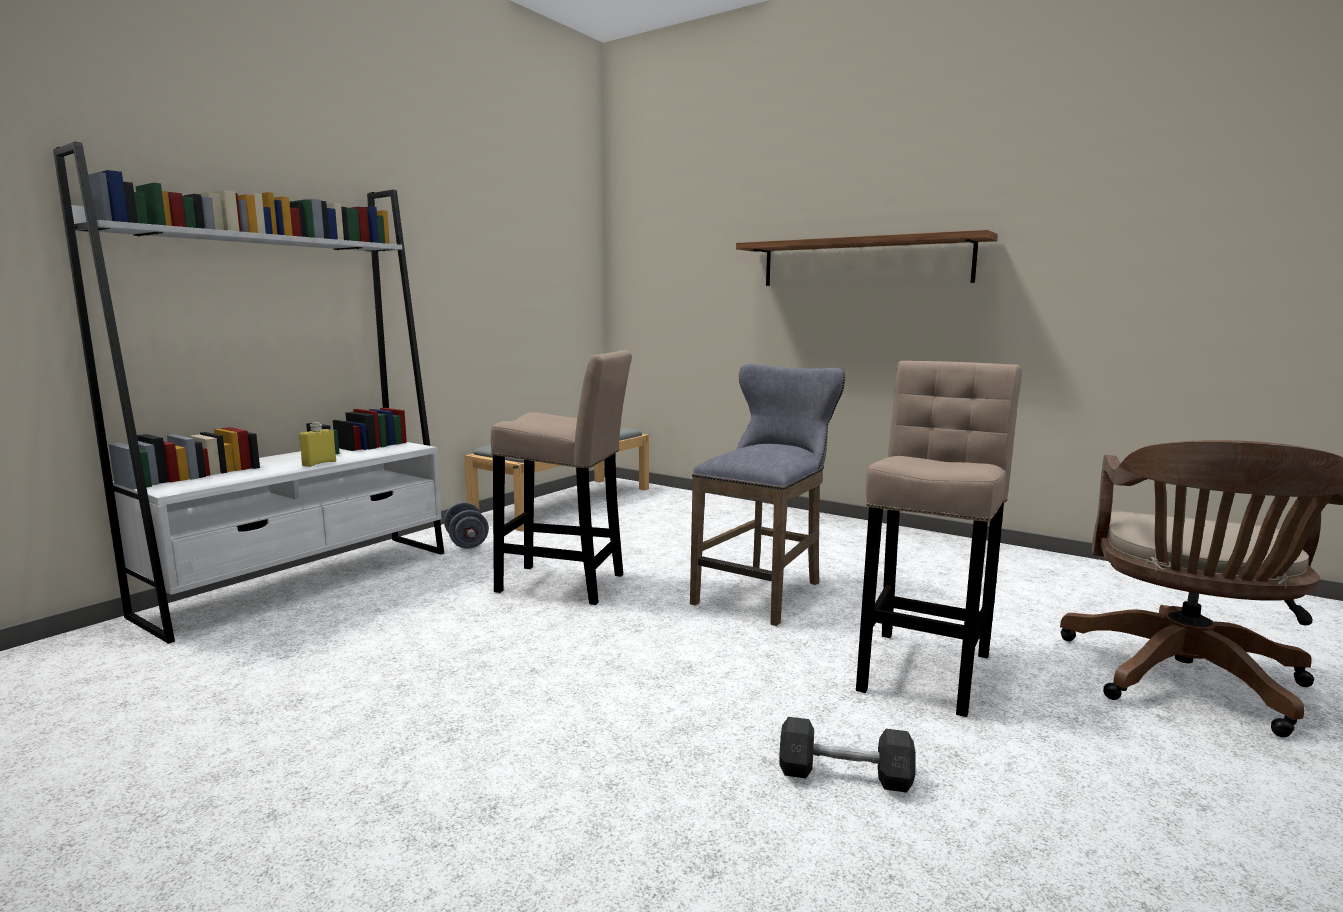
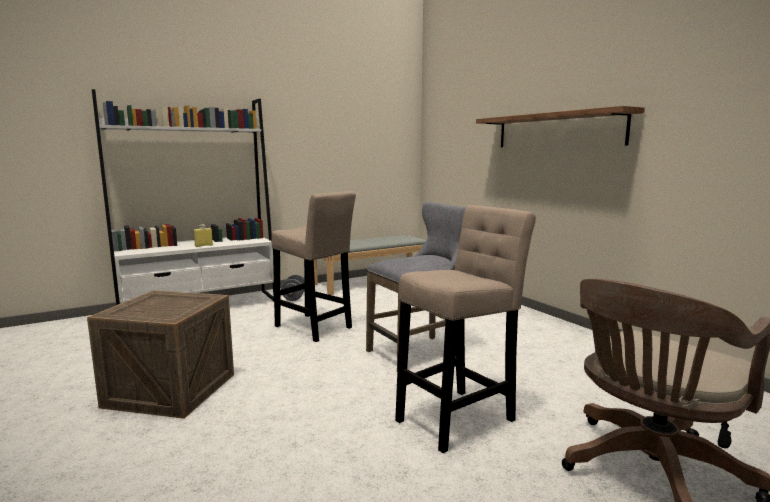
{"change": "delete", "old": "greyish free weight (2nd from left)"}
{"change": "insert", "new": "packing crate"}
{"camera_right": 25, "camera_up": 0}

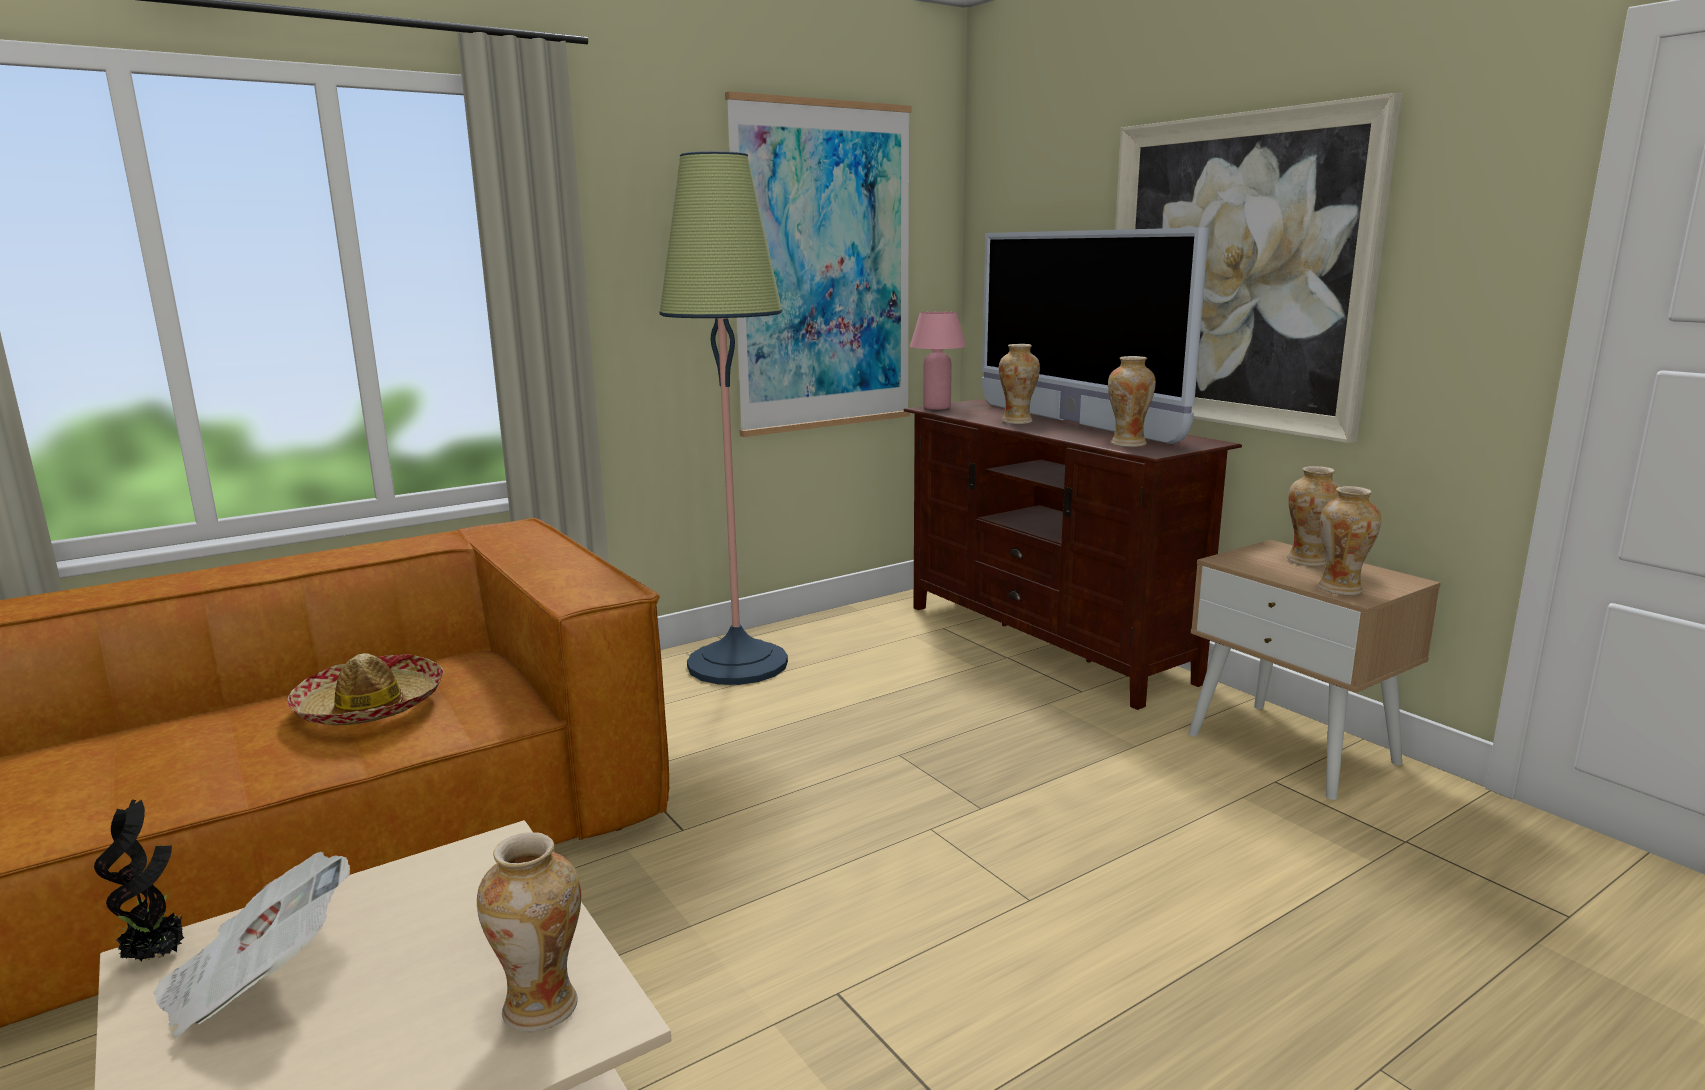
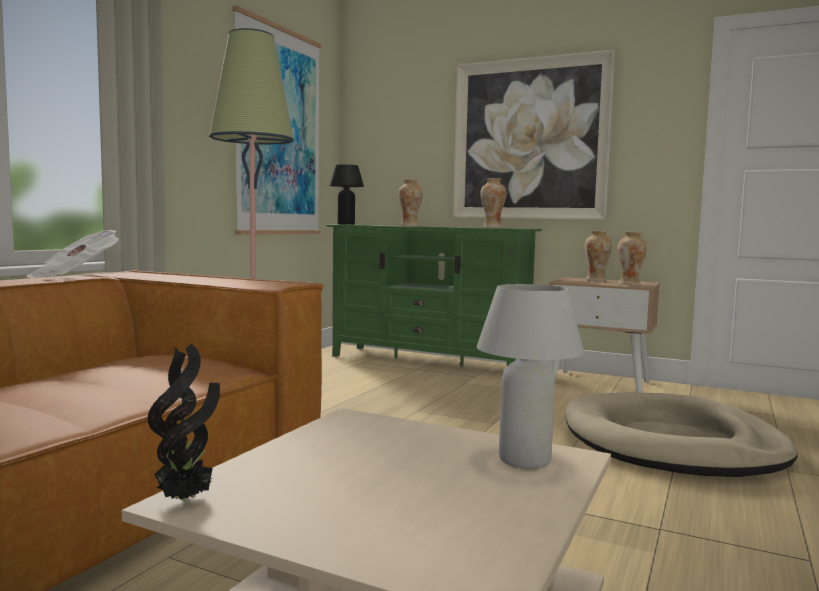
{"change": "delete", "old": "TV set"}
{"change": "recolor", "old": "pink-coloured table lamp", "new": "black table lamp"}
{"change": "recolor", "old": "brown media console", "new": "greenish media console"}
{"change": "delete", "old": "clothing hat"}
{"change": "replace", "old": "decorative vase (1st from left)", "new": "white-coloured table lamp"}
{"change": "move", "old": "daily paper"}
{"change": "insert", "new": "beige pet bed"}
{"camera_right": -30, "camera_up": -10}

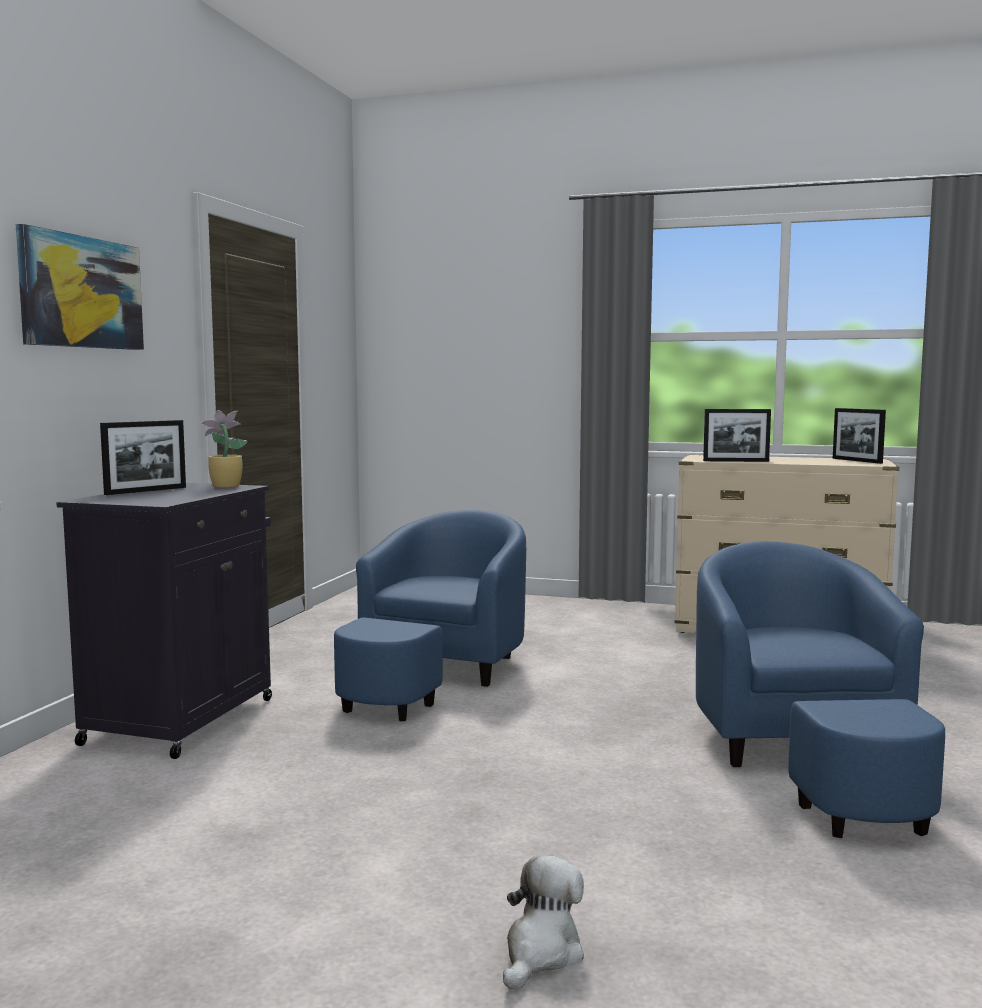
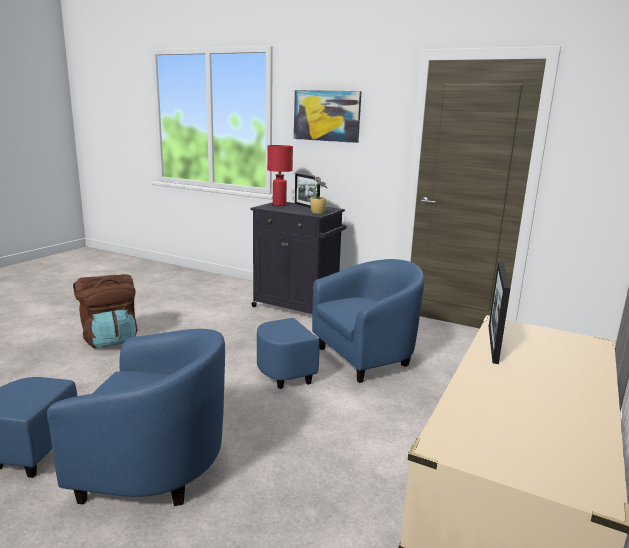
{"change": "delete", "old": "standing frame (3rd from left)"}
{"change": "rotate", "old": "blue-coloured lounge chair (1st from left in the first image)", "degrees": -60}
{"change": "delete", "old": "soft toy"}
{"change": "insert", "new": "red table lamp"}
{"change": "insert", "new": "brown rucksack"}
{"camera_right": 100, "camera_up": 10}

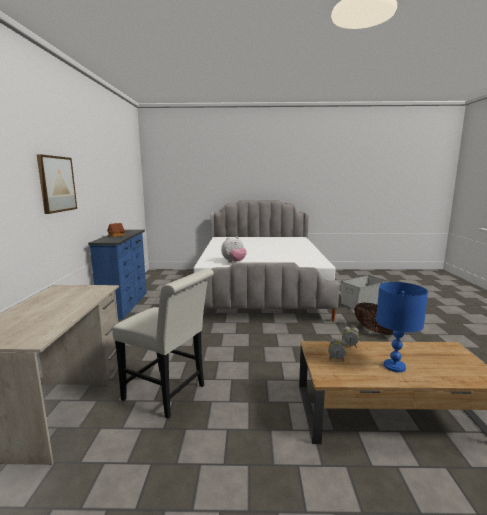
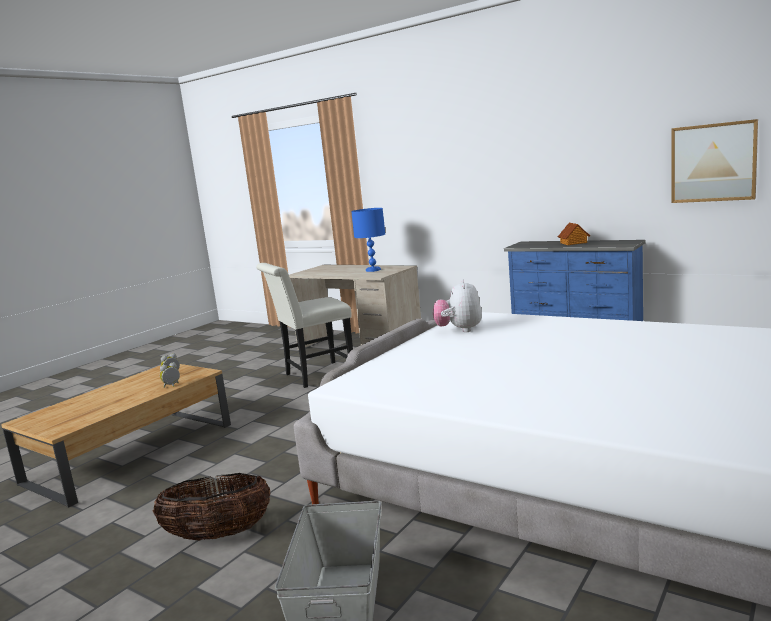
{"change": "move", "old": "wall art"}
{"change": "move", "old": "blue-coloured table lamp"}
{"camera_right": 125, "camera_up": 0}

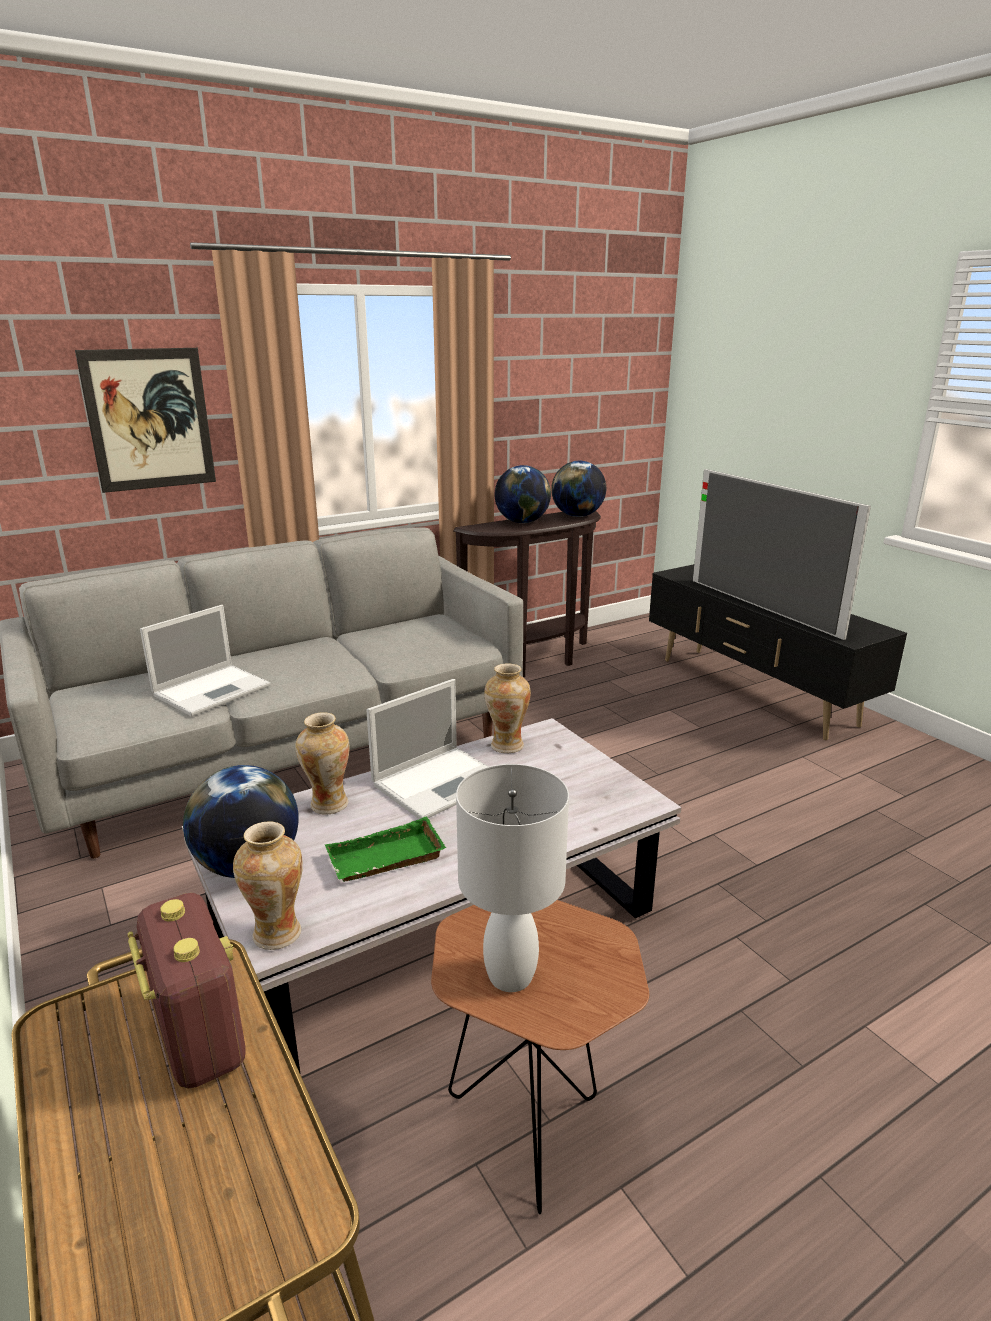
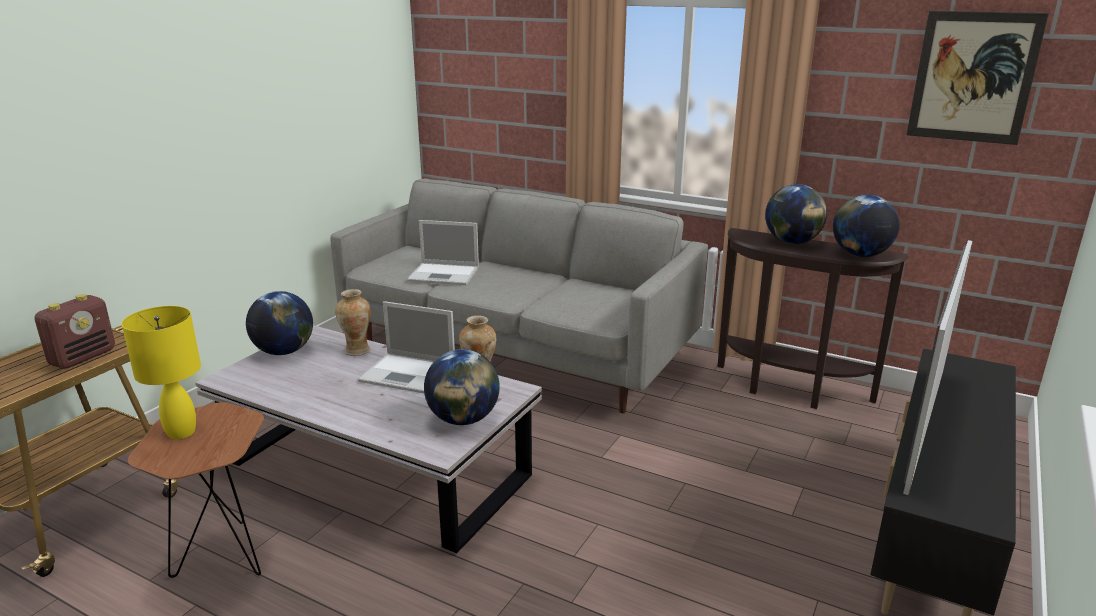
{"change": "move", "old": "wall art"}
{"change": "recolor", "old": "white-coloured table lamp", "new": "yellowish table lamp"}
{"change": "delete", "old": "greenish tray"}
{"change": "delete", "old": "decorative vase (1st from left)"}
{"change": "insert", "new": "globe (2nd from left)"}
{"camera_right": 60, "camera_up": 0}

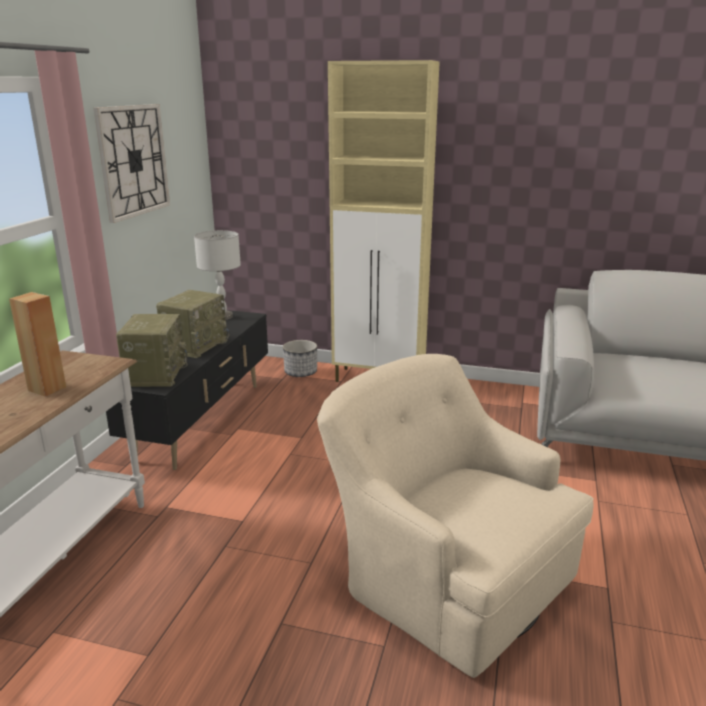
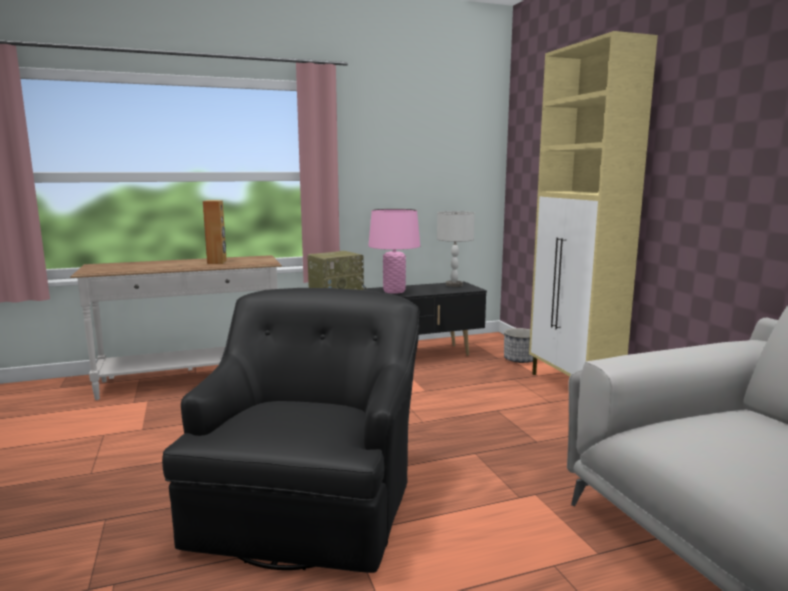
{"change": "delete", "old": "clock on the wall"}
{"change": "replace", "old": "radio receiver (2nd from left)", "new": "pink-coloured table lamp"}
{"change": "recolor", "old": "beige lounge chair", "new": "black lounge chair"}
{"camera_right": 55, "camera_up": -10}

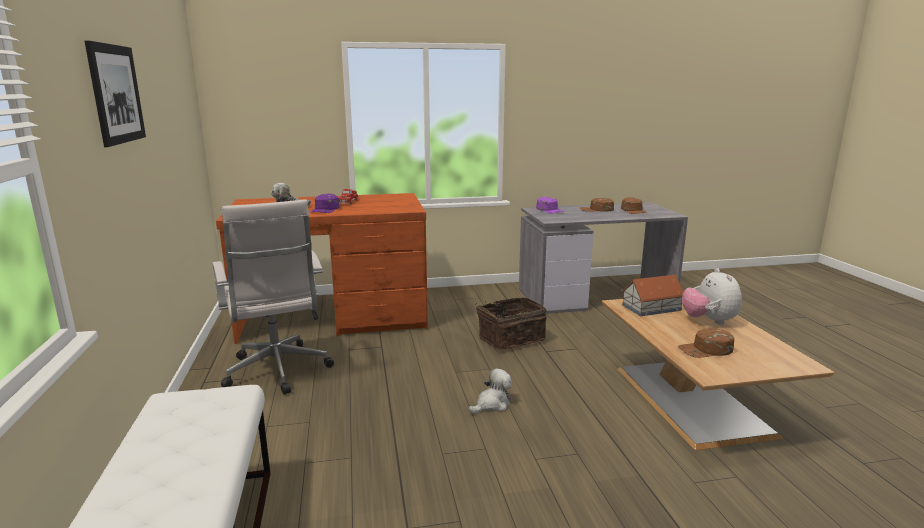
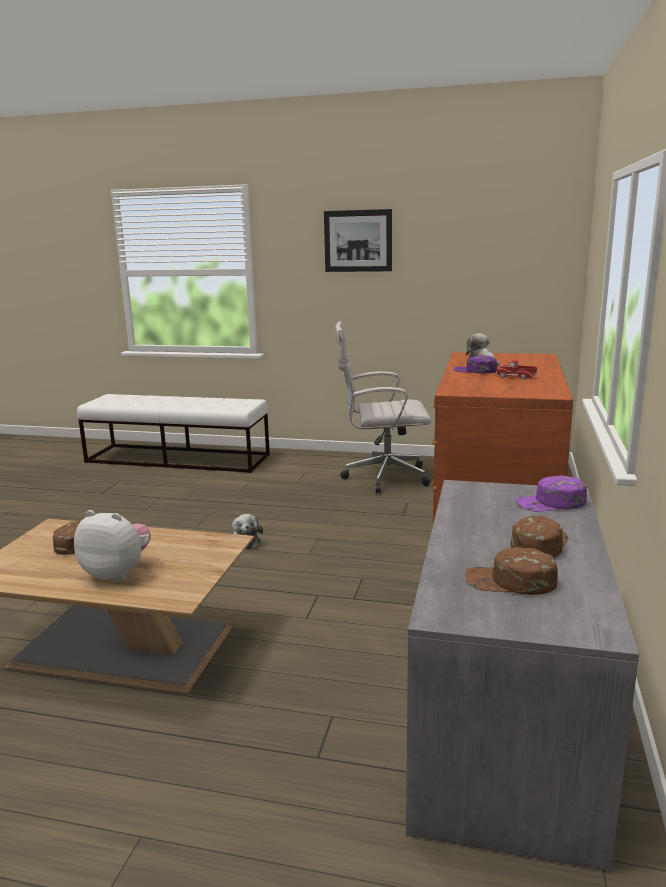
{"change": "delete", "old": "toy house"}
{"change": "delete", "old": "household basket"}
{"camera_right": 115, "camera_up": 0}

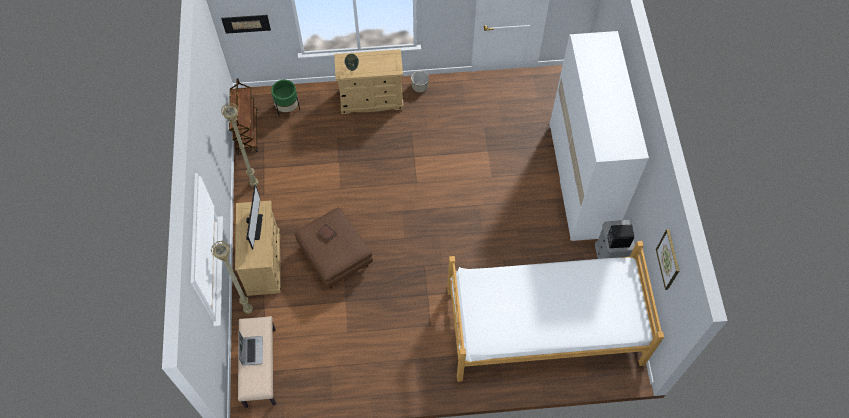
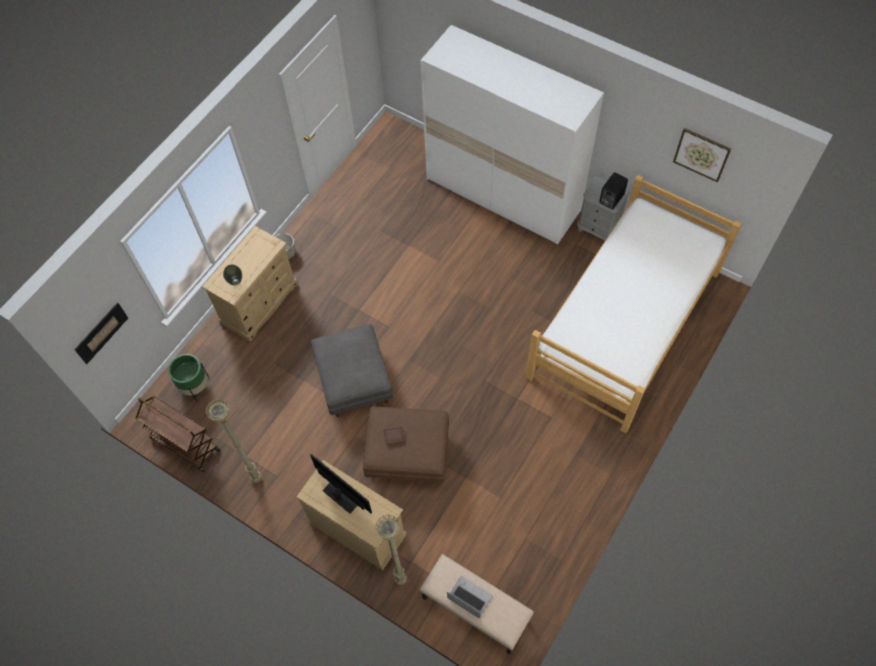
{"change": "insert", "new": "greyish footrest"}
{"camera_right": -50, "camera_up": 0}

